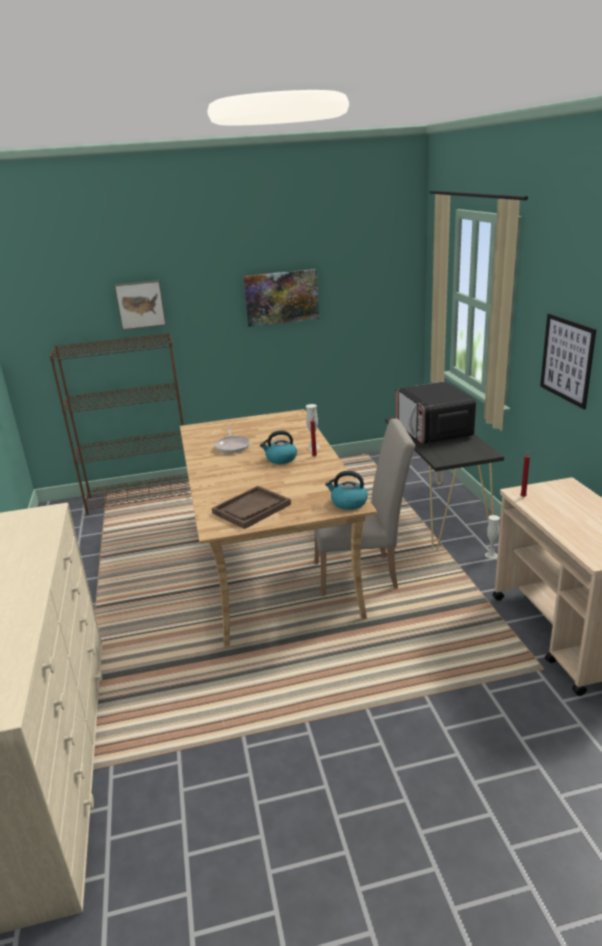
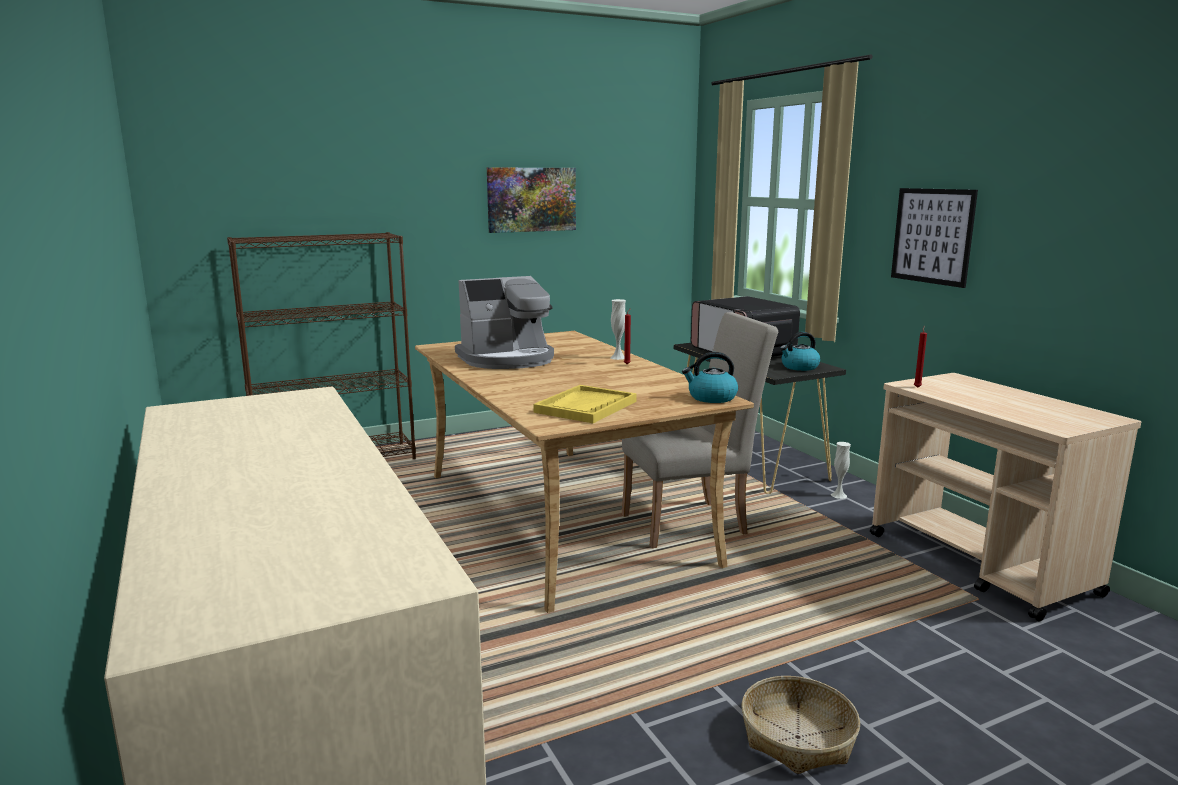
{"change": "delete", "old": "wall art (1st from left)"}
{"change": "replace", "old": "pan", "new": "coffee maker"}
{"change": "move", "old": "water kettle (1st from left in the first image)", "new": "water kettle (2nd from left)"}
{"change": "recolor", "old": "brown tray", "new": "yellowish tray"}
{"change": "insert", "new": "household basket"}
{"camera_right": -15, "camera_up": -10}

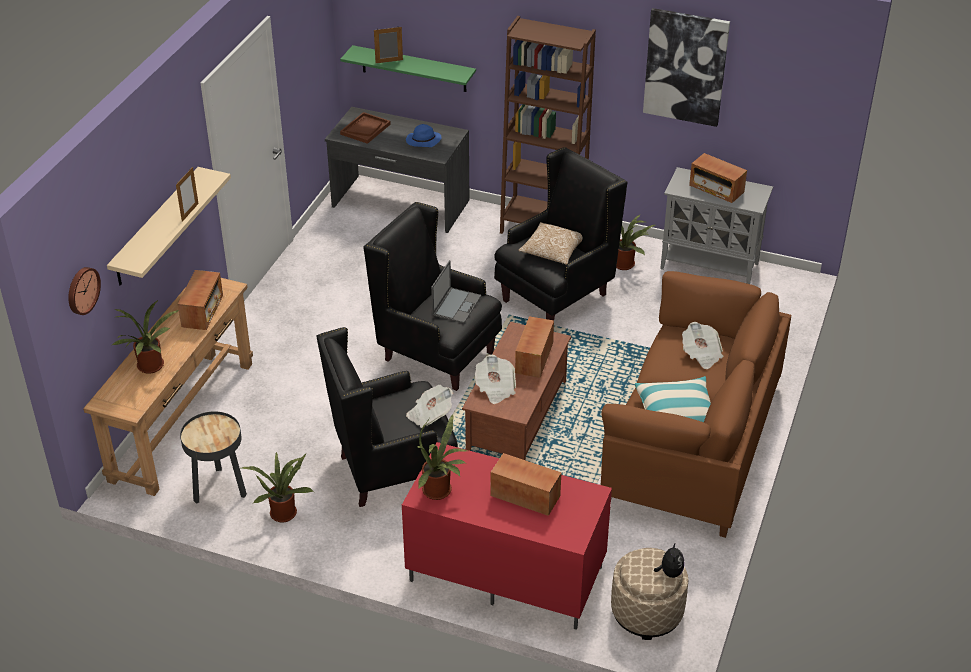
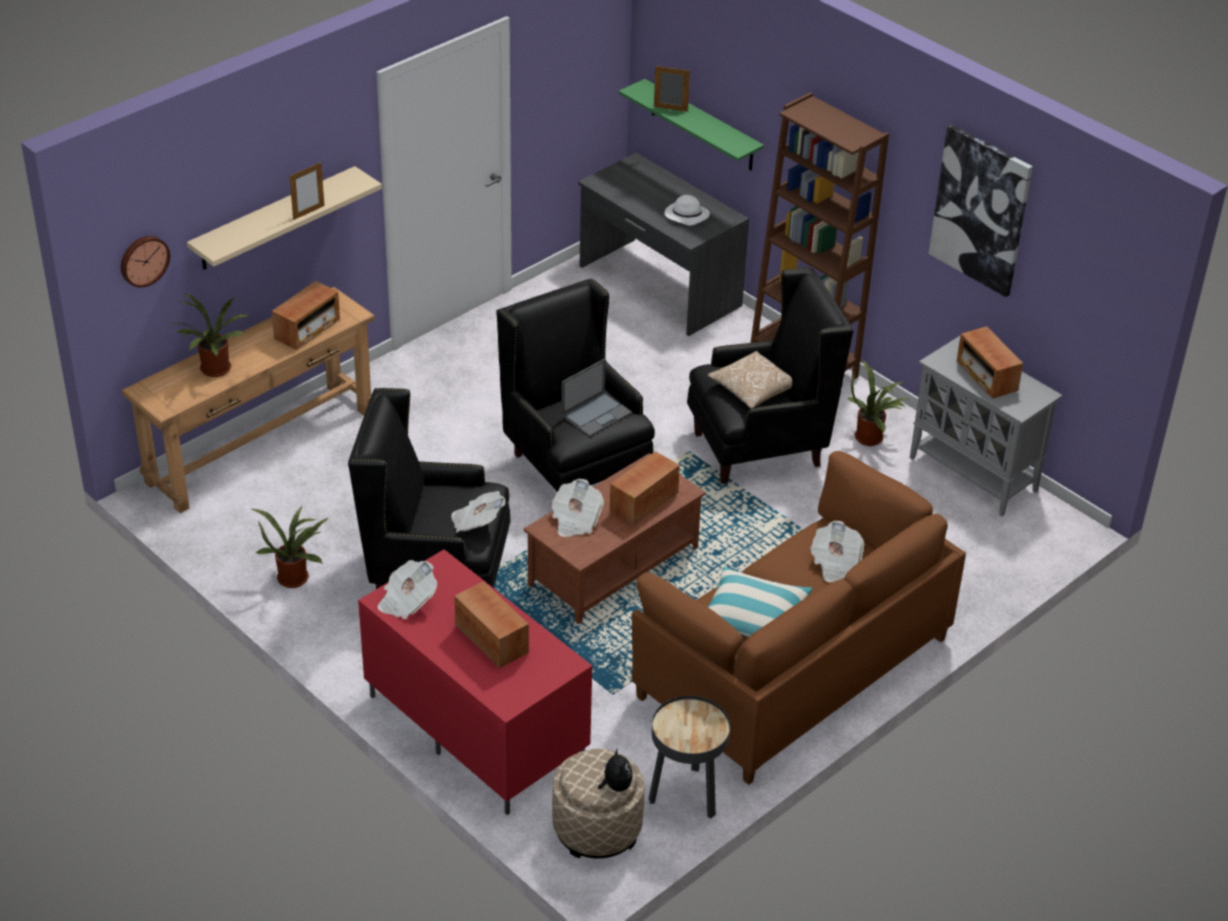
{"change": "delete", "old": "brown tray"}
{"change": "recolor", "old": "blue-coloured clothing hat", "new": "white-coloured clothing hat"}
{"change": "move", "old": "black end table"}
{"change": "replace", "old": "potted plant (3rd from left)", "new": "daily paper (1st from left)"}
{"change": "rotate", "old": "soft toy", "degrees": -45}
{"camera_right": 25, "camera_up": 0}

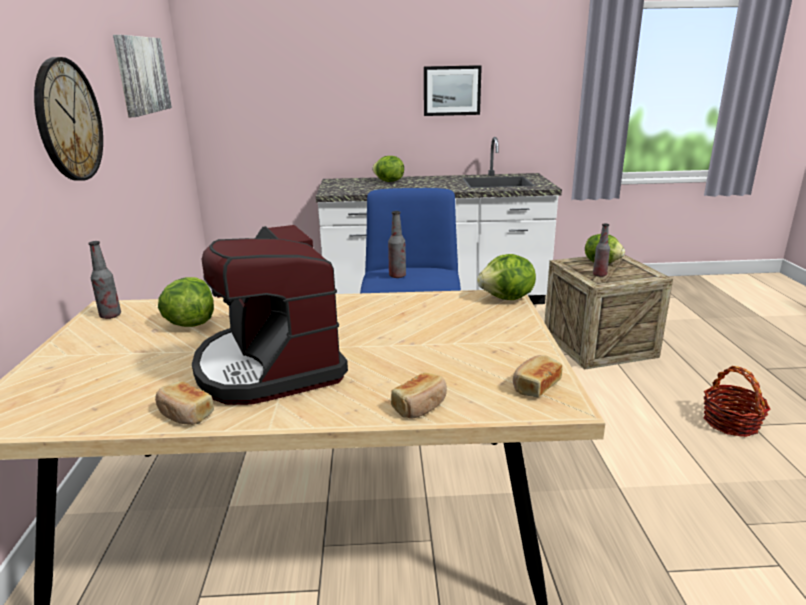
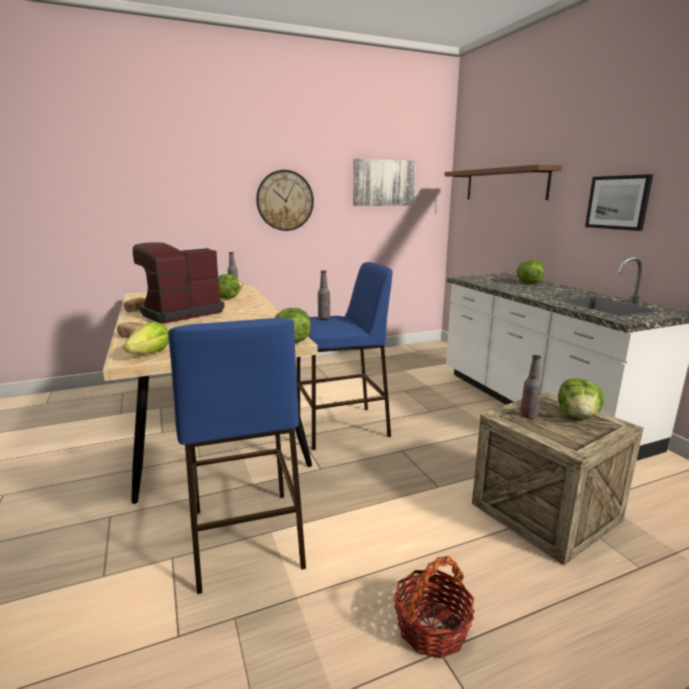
{"change": "replace", "old": "bakery bread (3rd from left)", "new": "lettuce head (1st from left)"}
{"change": "insert", "new": "brown wall shelf"}
{"change": "insert", "new": "blue-coloured stool seat (1st from left)"}
{"camera_right": 70, "camera_up": -5}

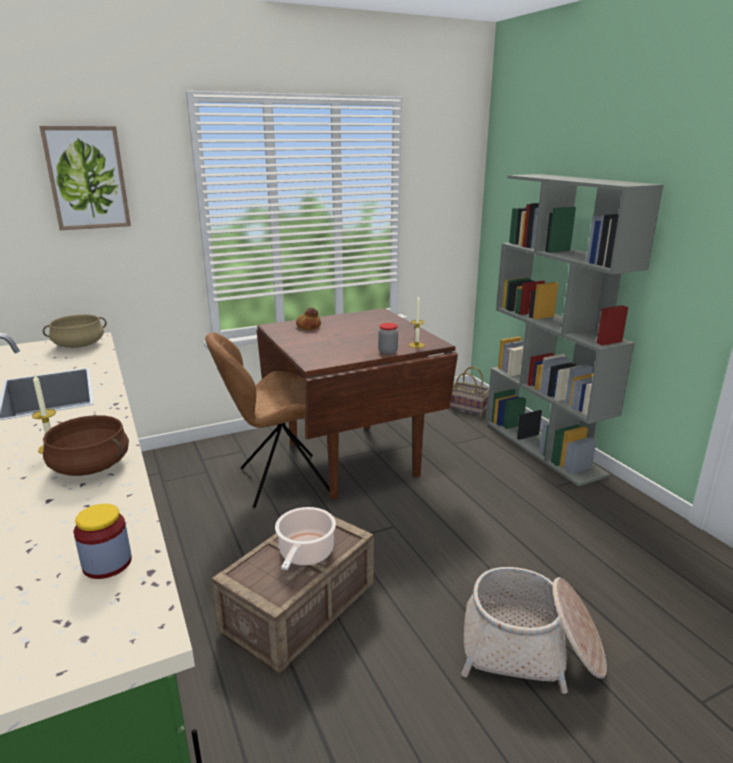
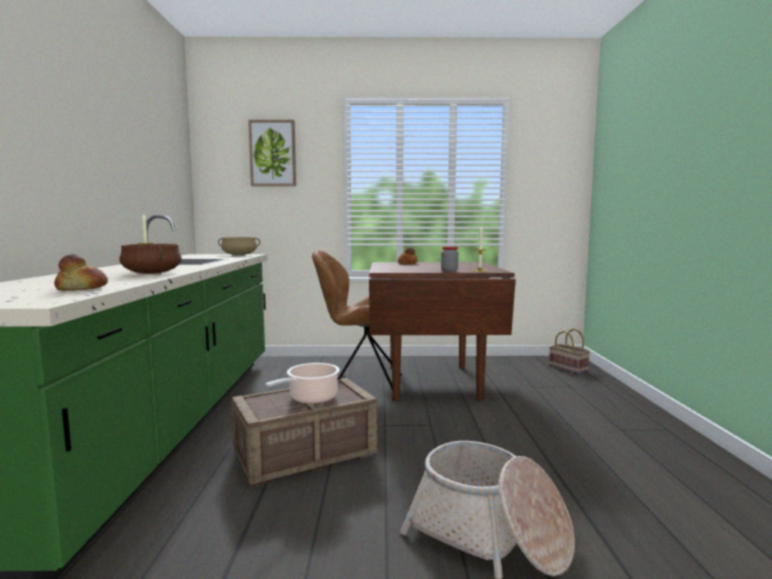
{"change": "delete", "old": "greyish shelving unit"}
{"change": "replace", "old": "jar (1st from left)", "new": "bakery bread (1st from left)"}
{"camera_right": 25, "camera_up": -15}

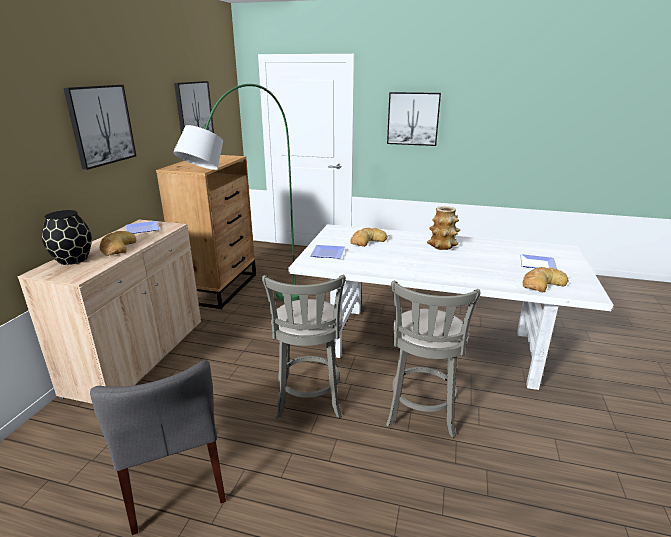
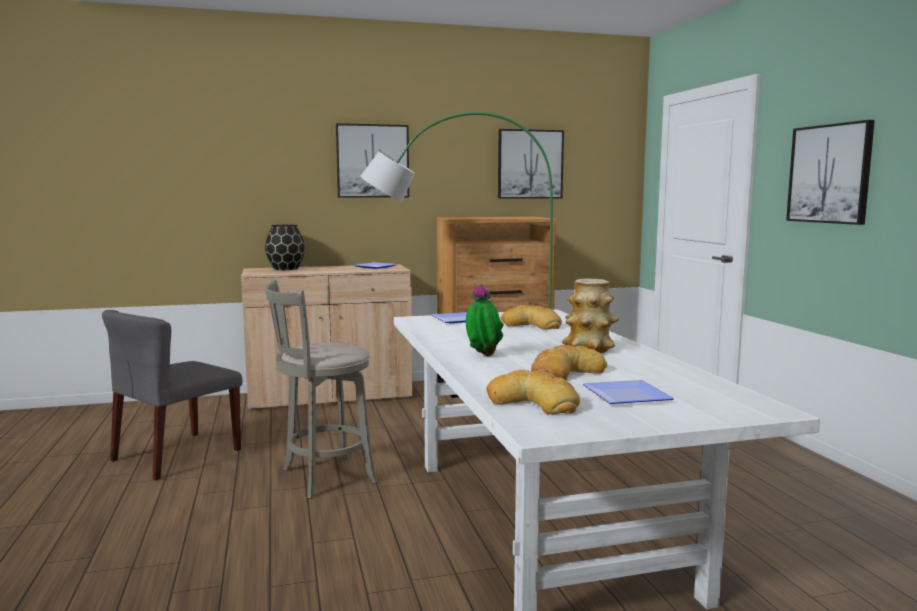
{"change": "move", "old": "bakery bread (1st from left in the first image)", "new": "bakery bread (3rd from left)"}
{"change": "delete", "old": "greyish stool seat (2nd from left)"}
{"change": "insert", "new": "potted plant"}
{"camera_right": 60, "camera_up": -15}

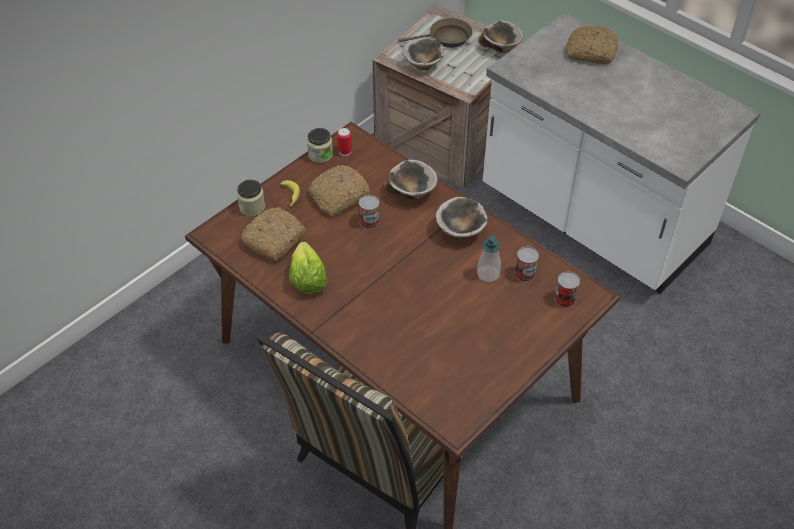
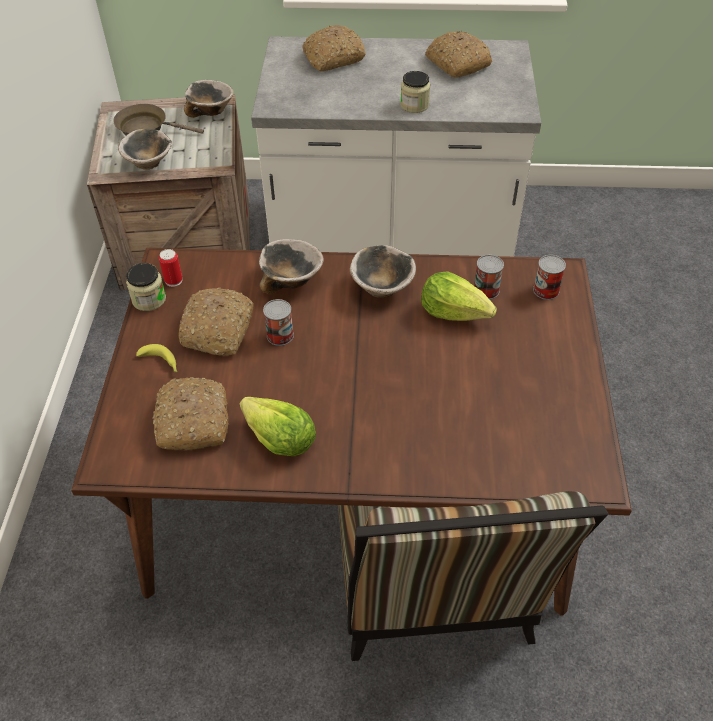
{"change": "rotate", "old": "brown pan", "degrees": -120}
{"change": "move", "old": "jar (1st from left in the first image)", "new": "jar (2nd from left)"}
{"change": "replace", "old": "soap dispenser", "new": "lettuce head (2nd from left)"}
{"change": "insert", "new": "bakery bread (4th from left)"}
{"camera_right": -40, "camera_up": 0}

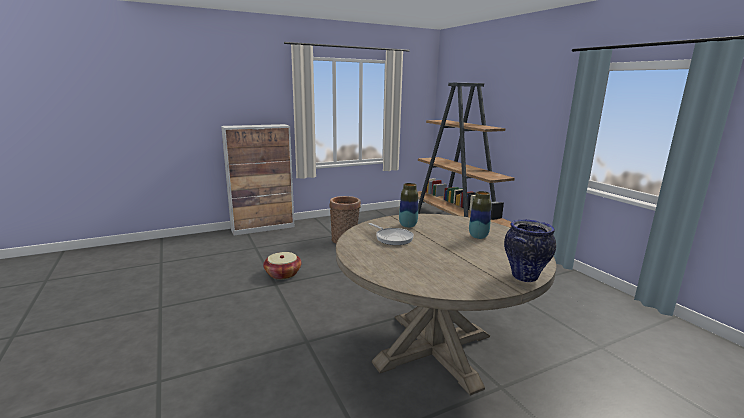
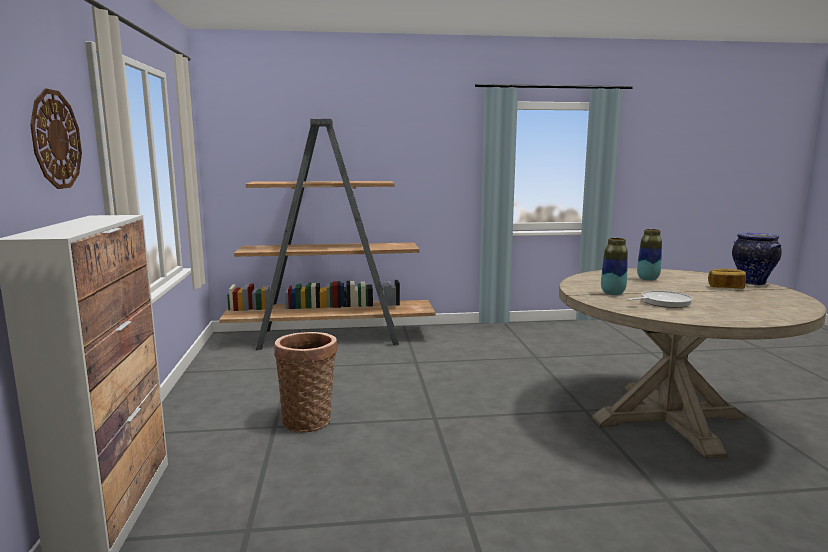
{"change": "delete", "old": "household basket (1st from left)"}
{"change": "insert", "new": "clock on the wall"}
{"change": "insert", "new": "bakery bread"}
{"camera_right": -70, "camera_up": -5}

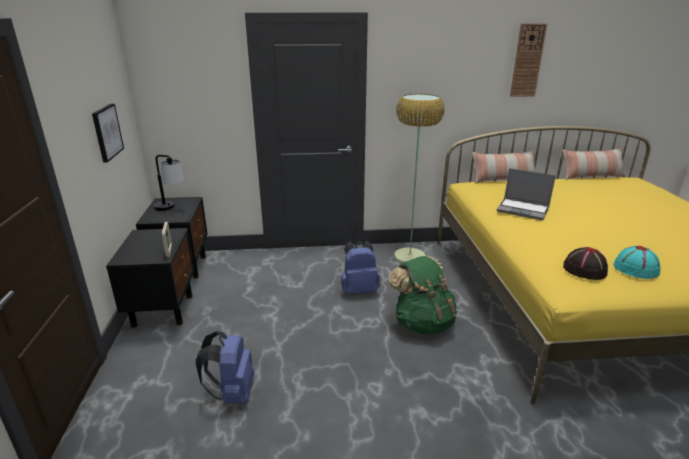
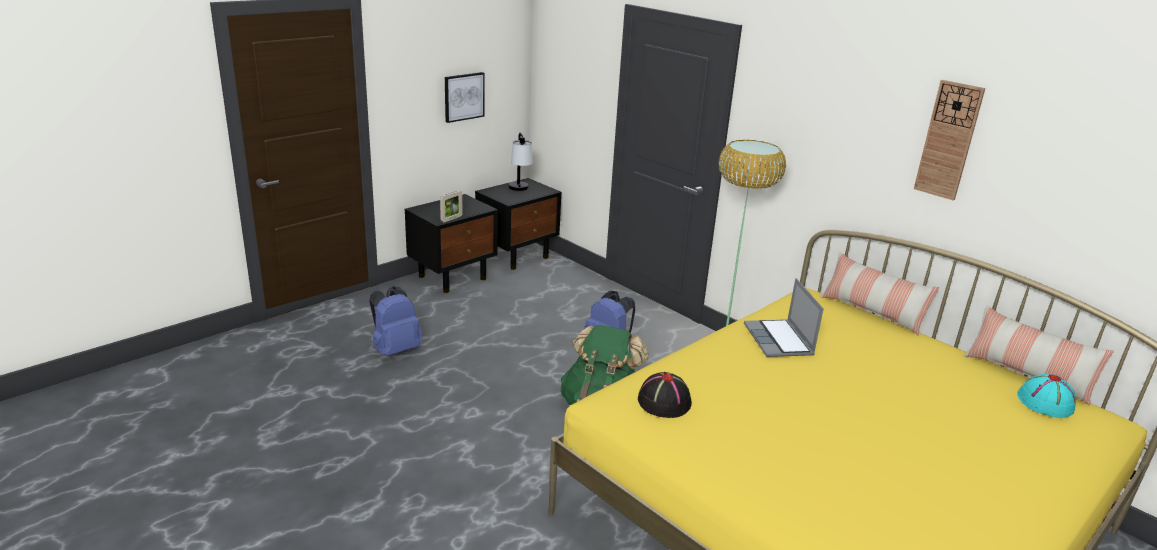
{"change": "move", "old": "blue-green clothing hat"}
{"camera_right": 50, "camera_up": 0}

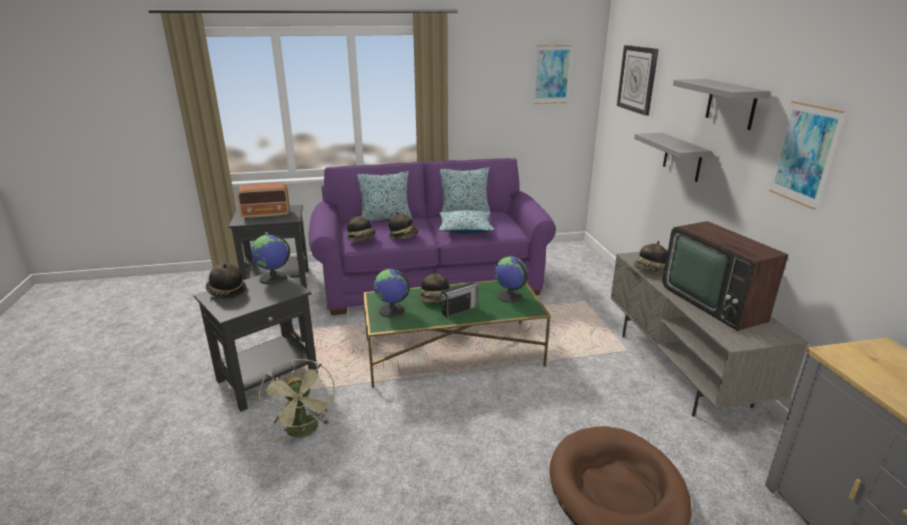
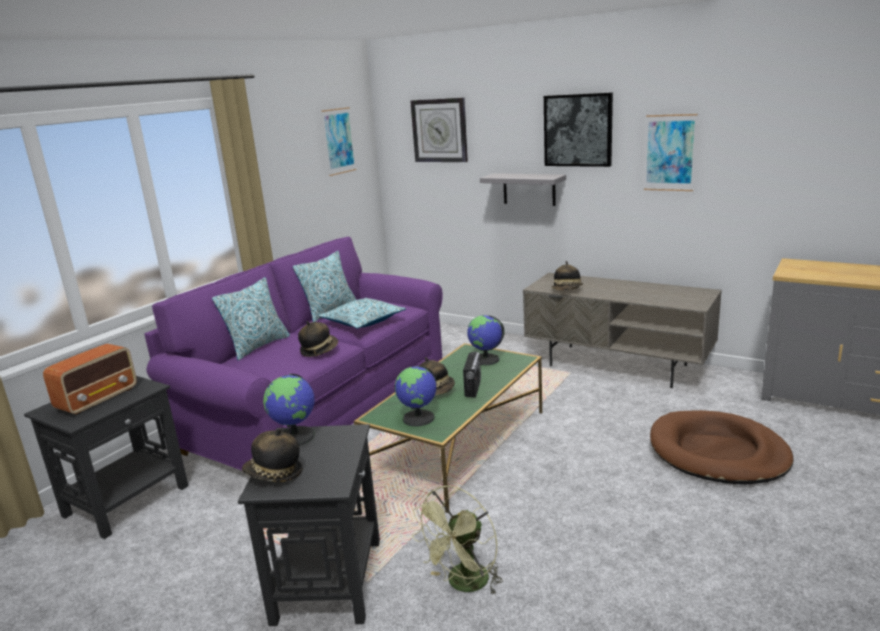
{"change": "replace", "old": "greyish wall shelf (2nd from left)", "new": "wall art (2nd from left)"}
{"change": "delete", "old": "clothing hat (2nd from left)"}
{"change": "delete", "old": "TV set"}
{"change": "rotate", "old": "greenish electric fan", "degrees": 105}
{"camera_right": -45, "camera_up": -5}

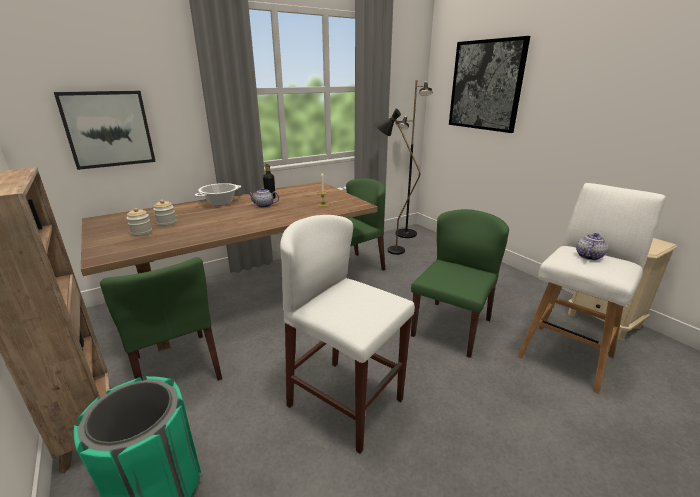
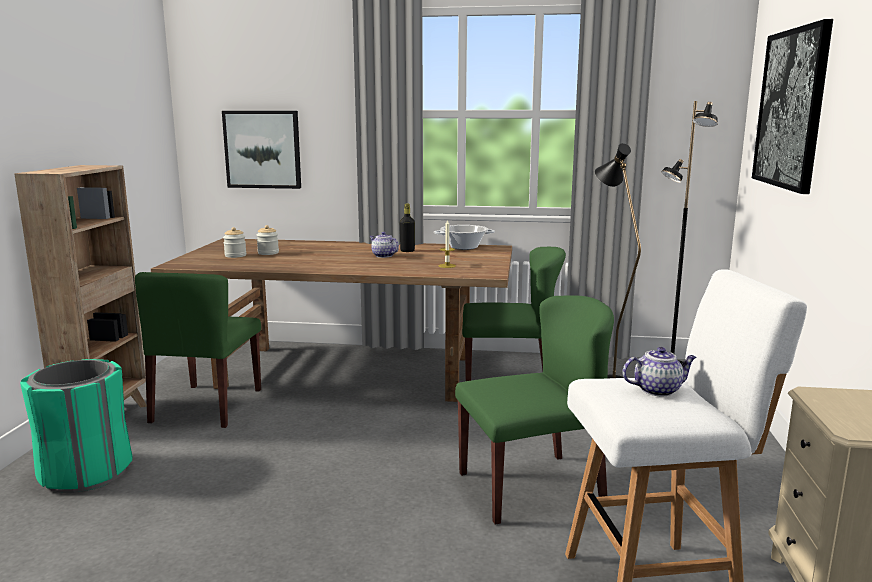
{"change": "move", "old": "saucepot"}
{"change": "delete", "old": "white-coloured stool seat (1st from left)"}
{"camera_right": 40, "camera_up": -10}

